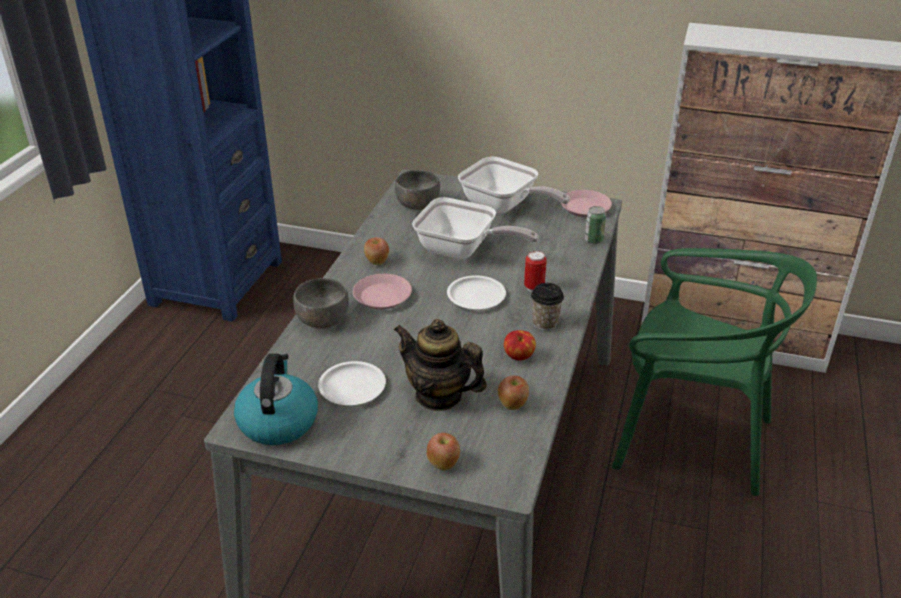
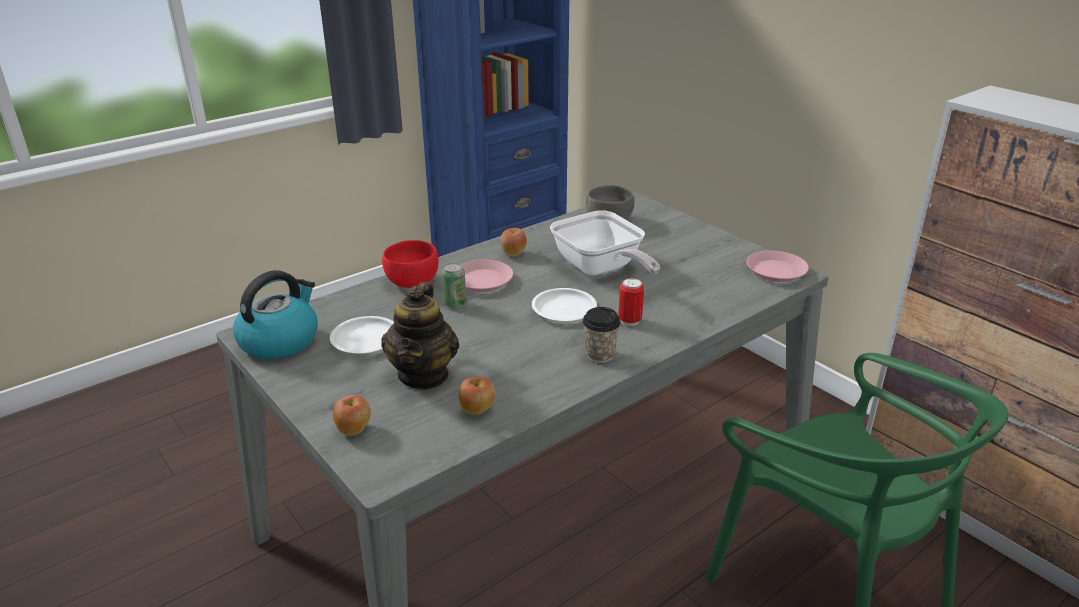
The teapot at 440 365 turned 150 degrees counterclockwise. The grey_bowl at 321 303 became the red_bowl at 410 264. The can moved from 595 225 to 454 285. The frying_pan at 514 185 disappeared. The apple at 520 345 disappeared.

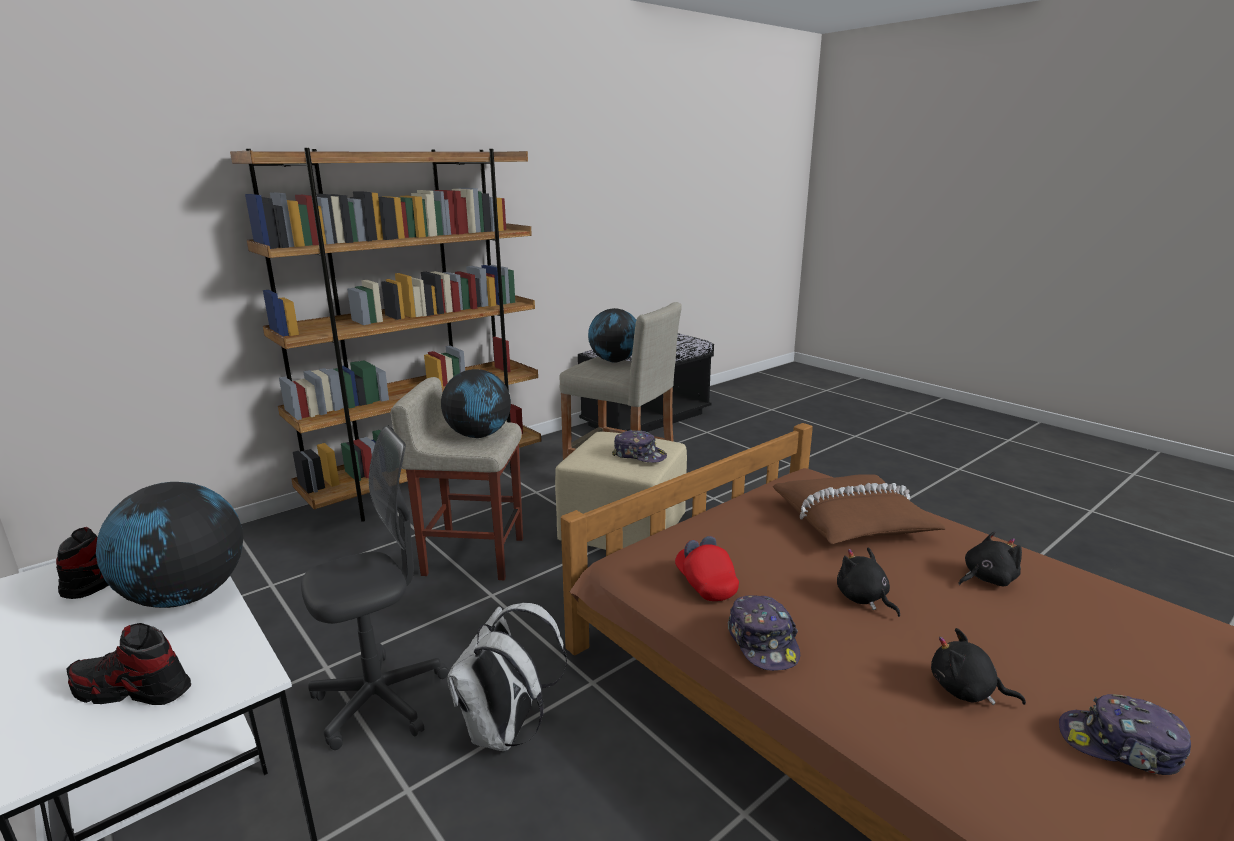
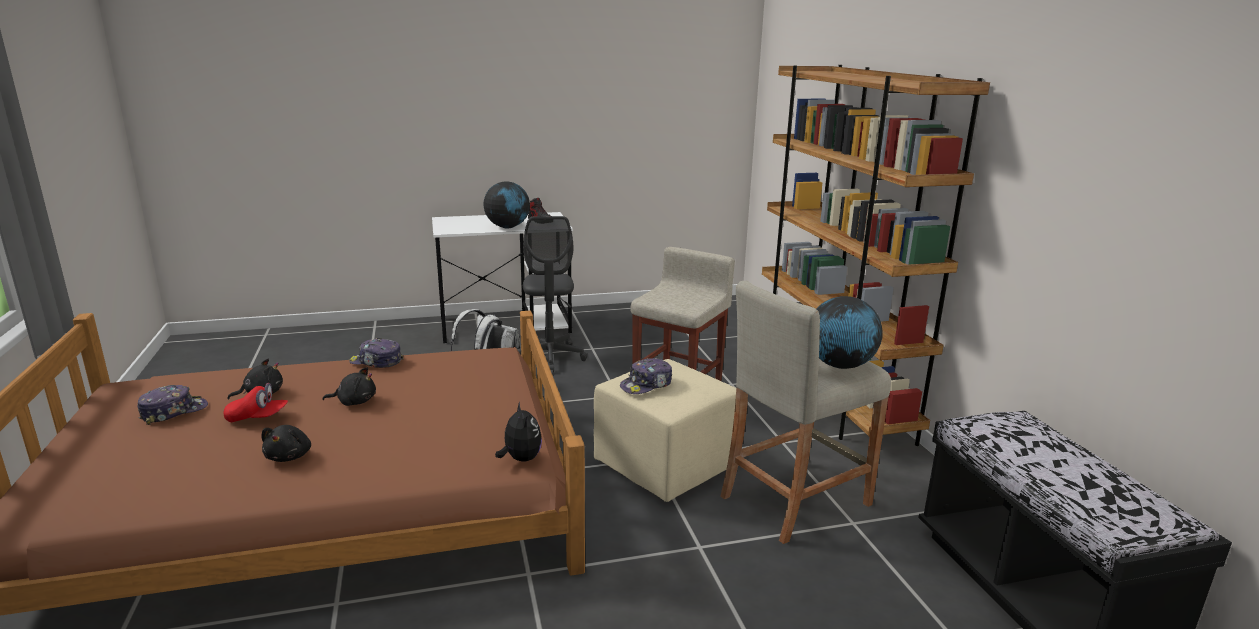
The red_cap moved from 707 568 to 256 402. The plush_toy at 518 432 appeared. The shoe at 129 664 disappeared. The globe at 476 403 disappeared. The brown_pillow at 859 509 disappeared.

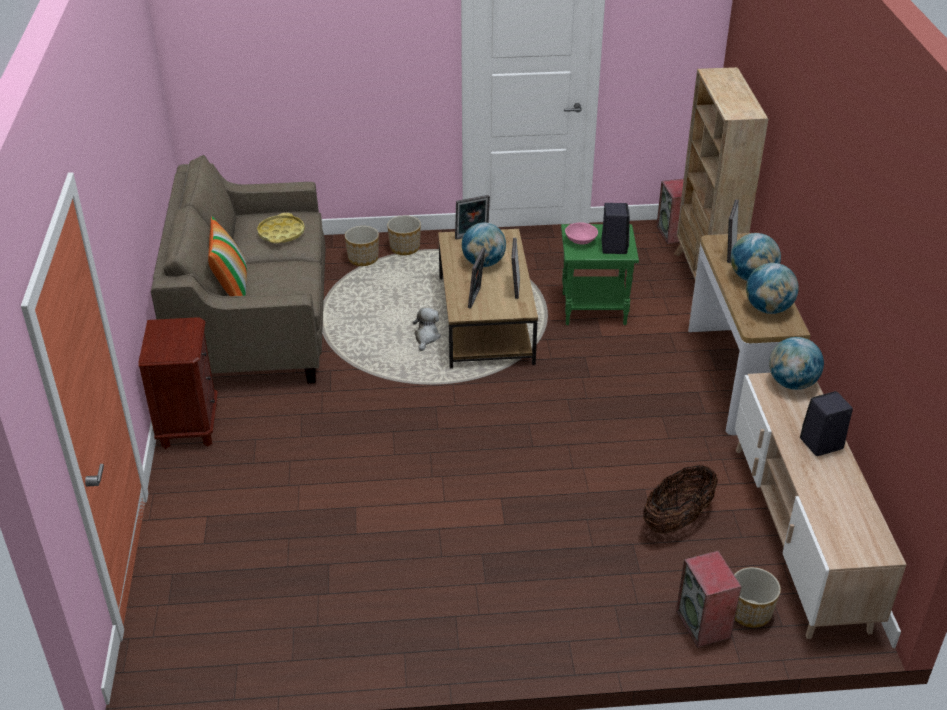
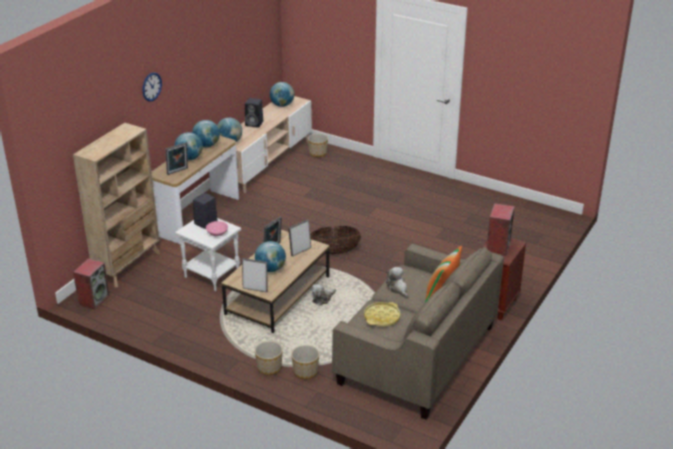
The wall_clock at 152 86 appeared. The green_side_table at 600 274 became the white_side_table at 208 254. The globe at 282 94 appeared. The basket moved from 680 499 to 335 240. The plush_toy at 397 282 appeared. The speaker moved from 709 599 to 501 229.

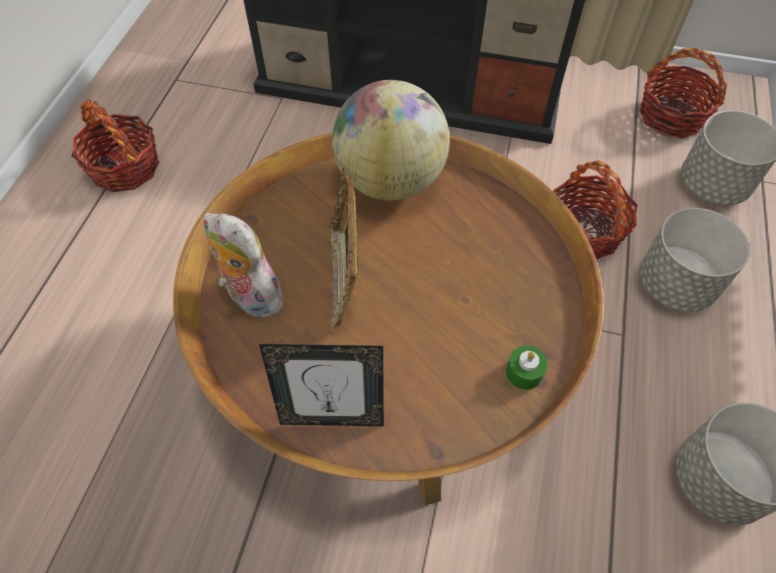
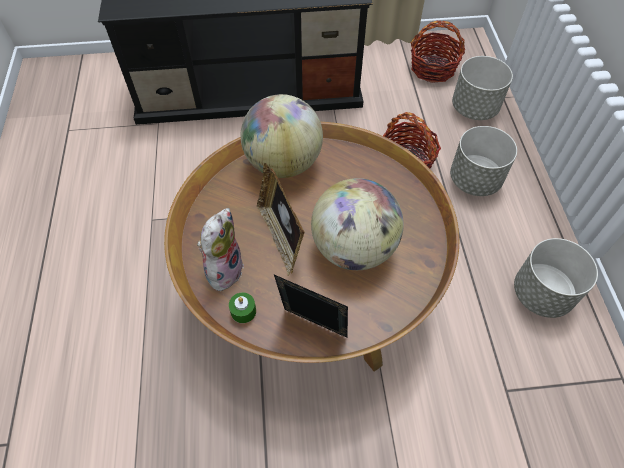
The plush_toy at 246 265 turned 90 degrees clockwise. The green_candle moved from 527 367 to 242 307. The picture_frame at 321 385 turned 135 degrees counterclockwise. The globe at 357 224 appeared. The basket at 115 145 disappeared.

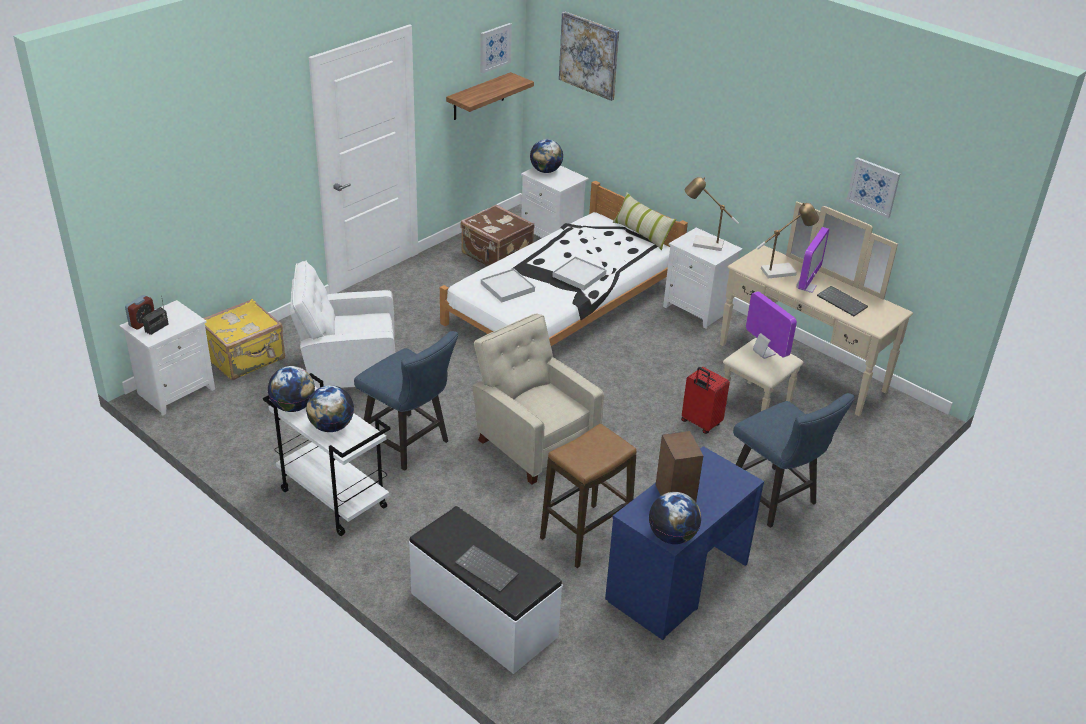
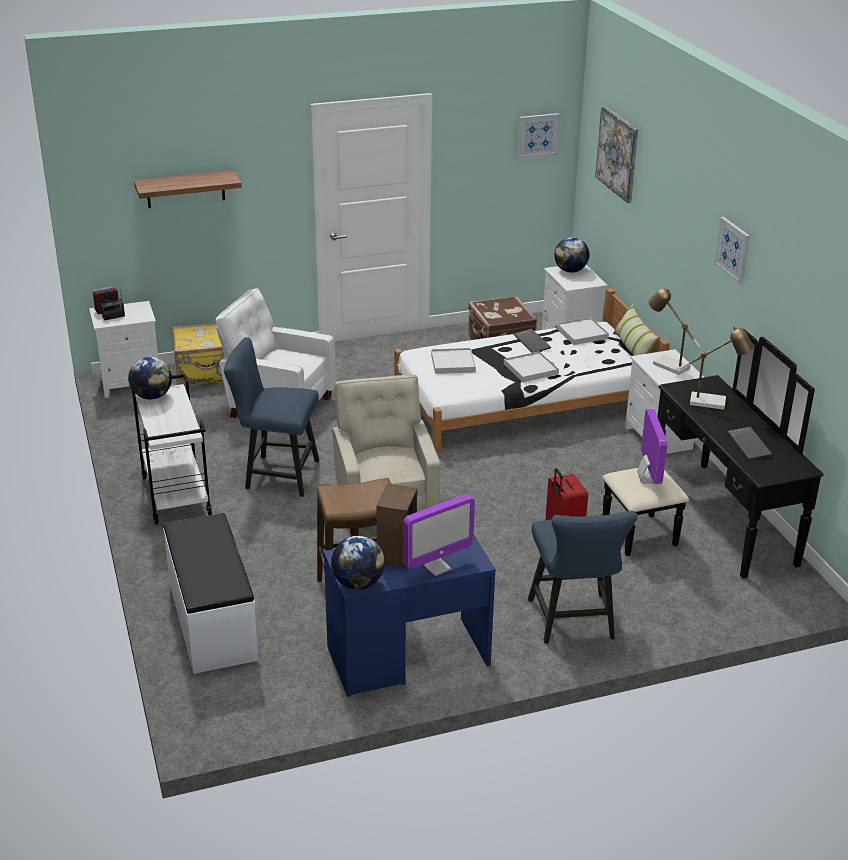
The shelf moved from 490 96 to 188 189. The blue_chair at 406 401 turned 120 degrees clockwise. The monitor moved from 812 260 to 439 535. The keyboard moved from 487 568 to 532 341. The white_tray at 582 331 appeared. The beige_dresser at 816 308 became the black_dresser at 712 454. The picture moved from 873 187 to 732 250. The globe at 330 408 disappeared.

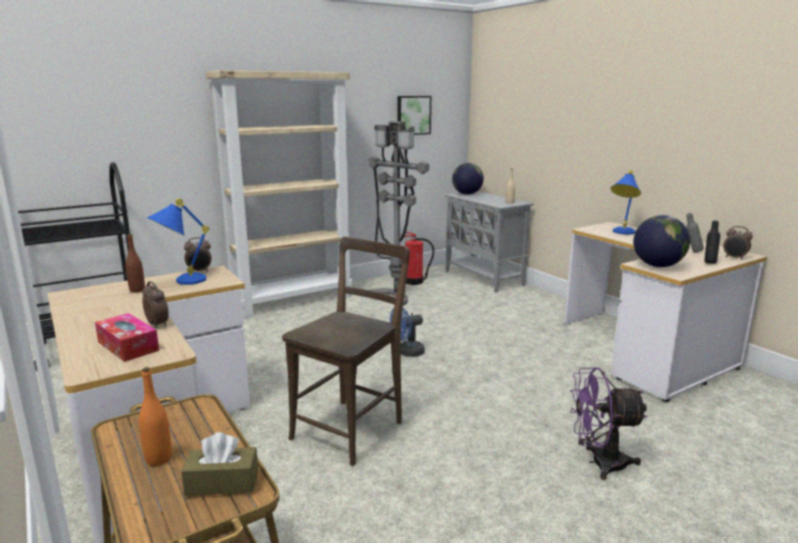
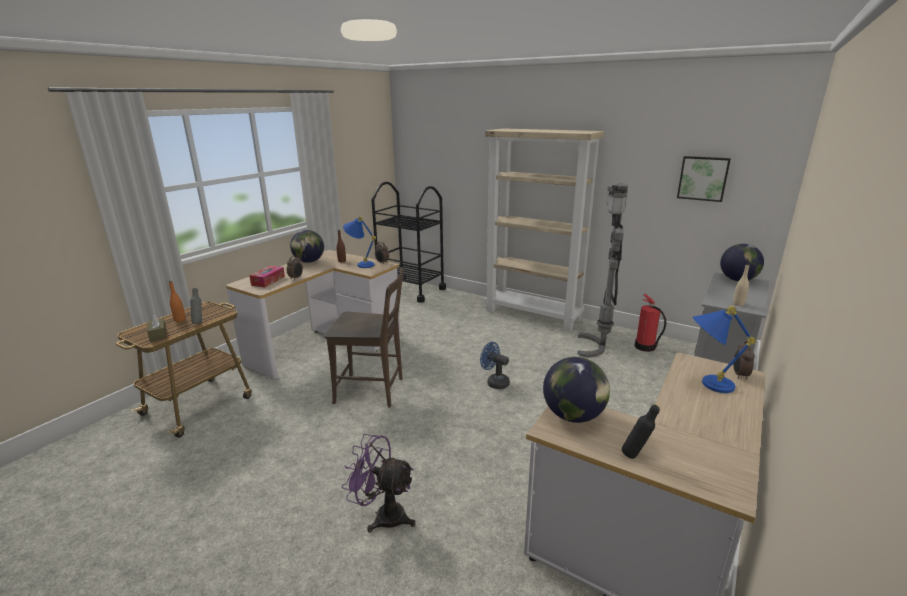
The grey_bottle moved from 695 233 to 196 306. The globe at 307 246 appeared. The purple_fan at 609 424 turned 45 degrees counterclockwise. The alarm_clock moved from 738 243 to 744 360.

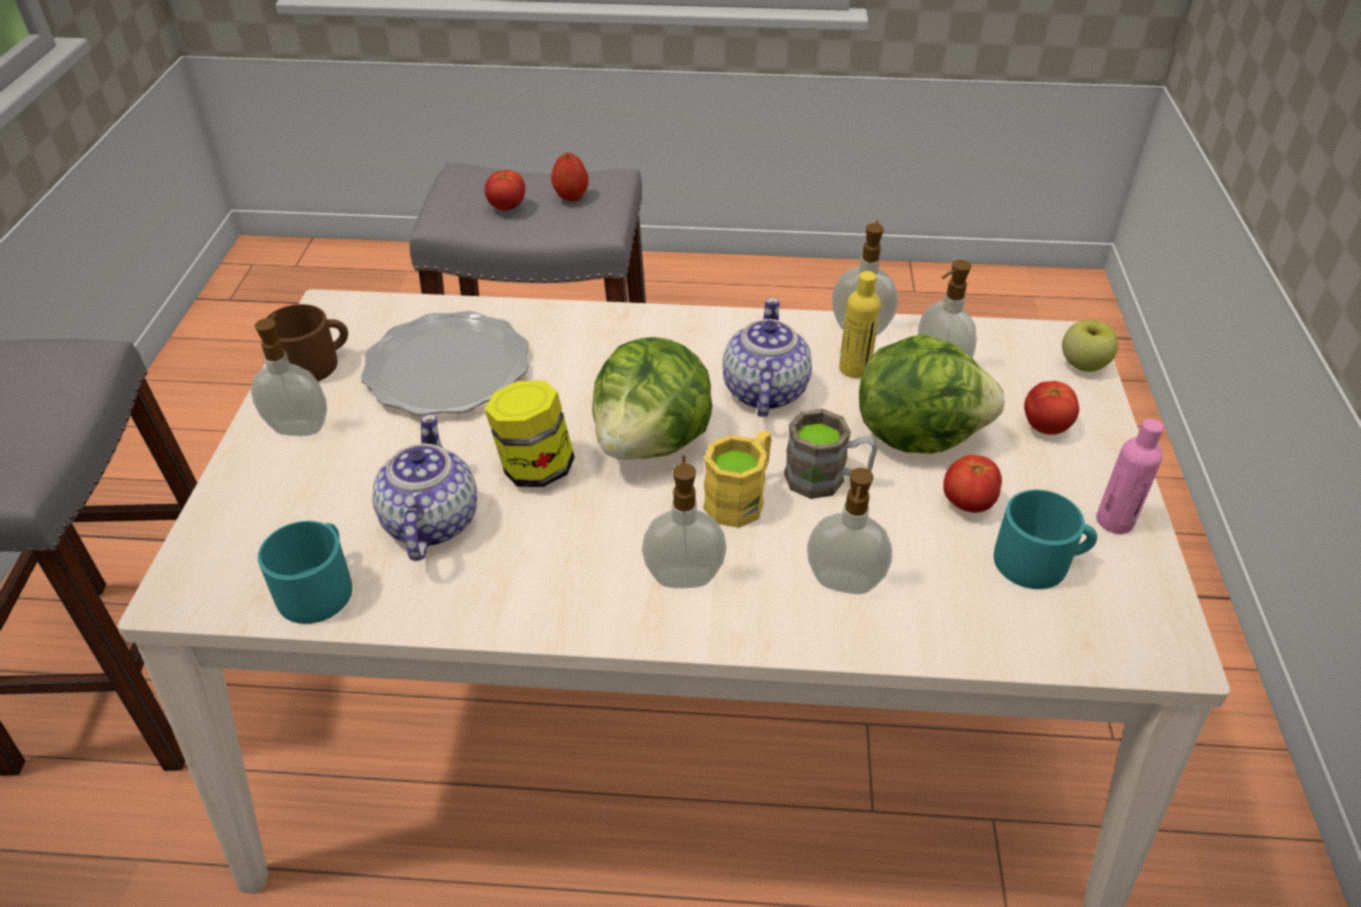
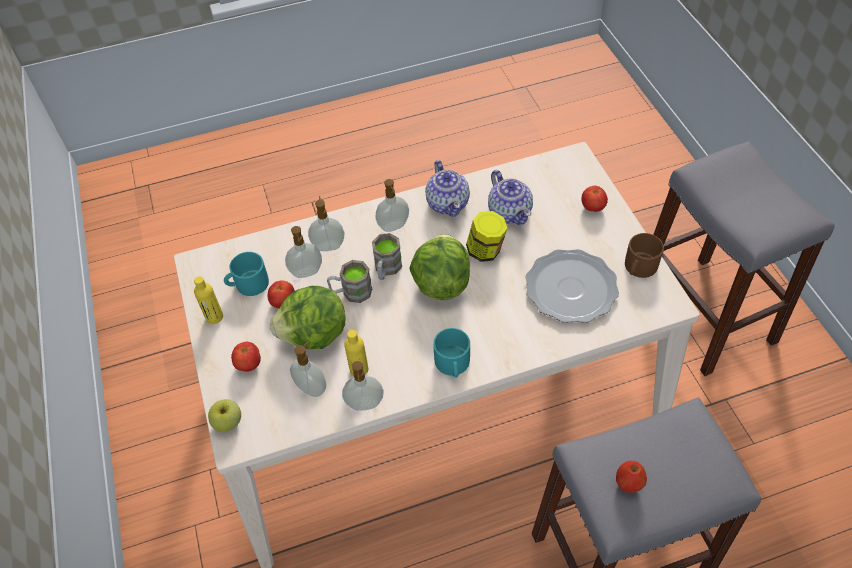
The pink_bottle at 1130 476 became the yellow_bottle at 208 300. The soap_dispenser moved from 289 375 to 303 252. The yellow_mug at 737 479 became the brown_mug at 387 256. The teapot moved from 767 357 to 447 188. The turquoise_mug moved from 305 572 to 451 353. The tomato moved from 505 190 to 594 199.

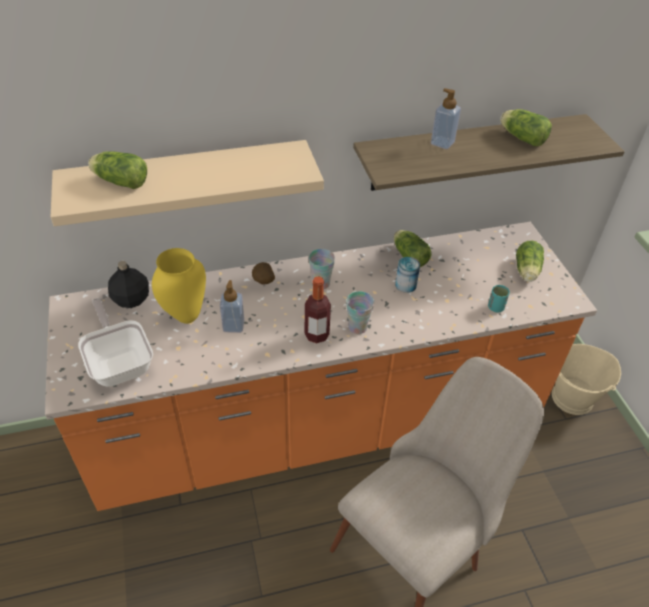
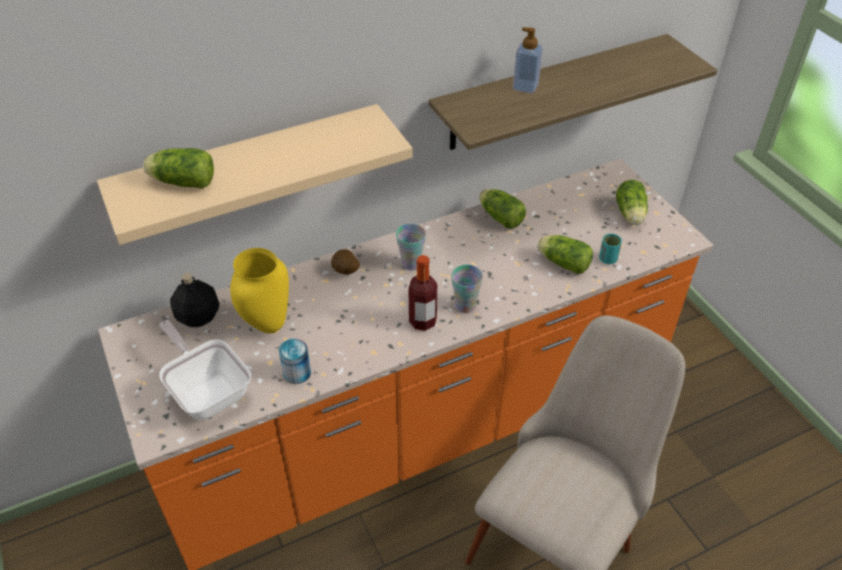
The can moved from 407 275 to 295 361. The lettuce moved from 526 127 to 565 254. The soap_dispenser at 232 306 disappeared. The beige_bucket at 586 379 disappeared.

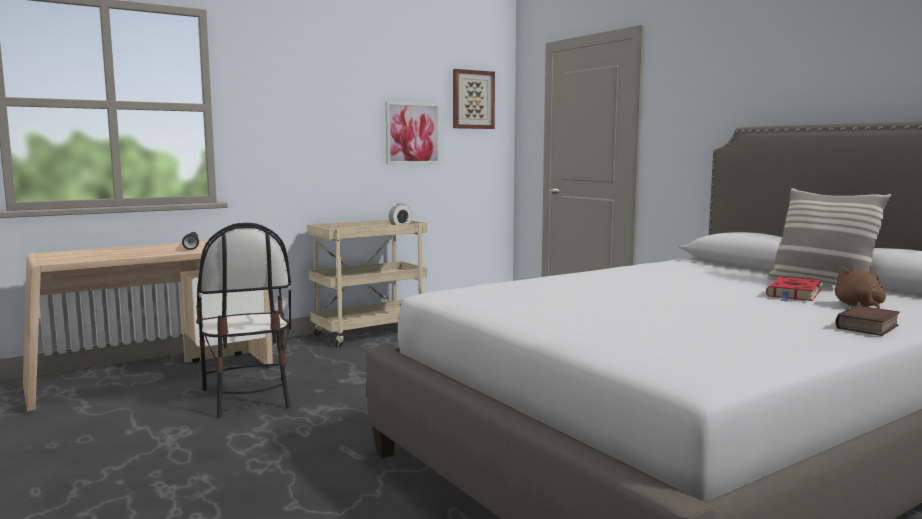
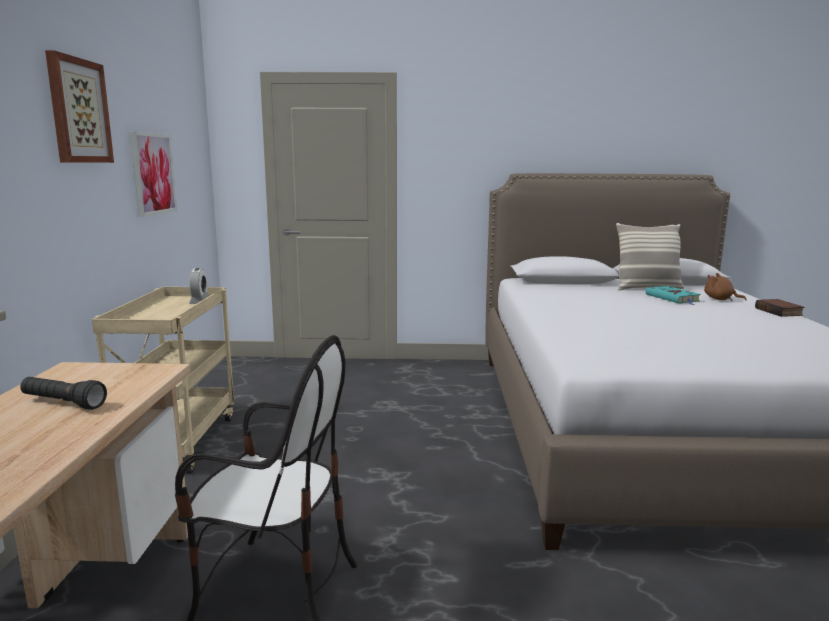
The picture moved from 474 99 to 79 106. The red_book at 793 289 became the turquoise_book at 673 295.

